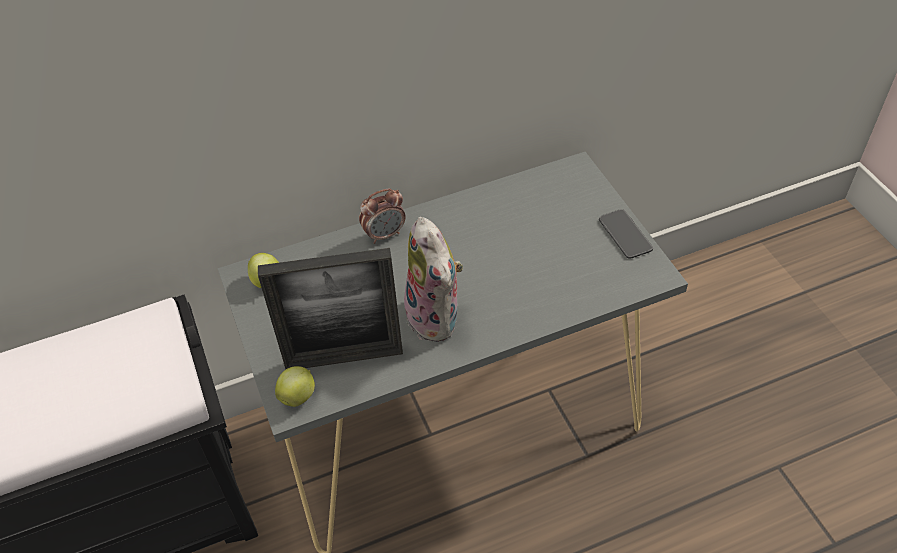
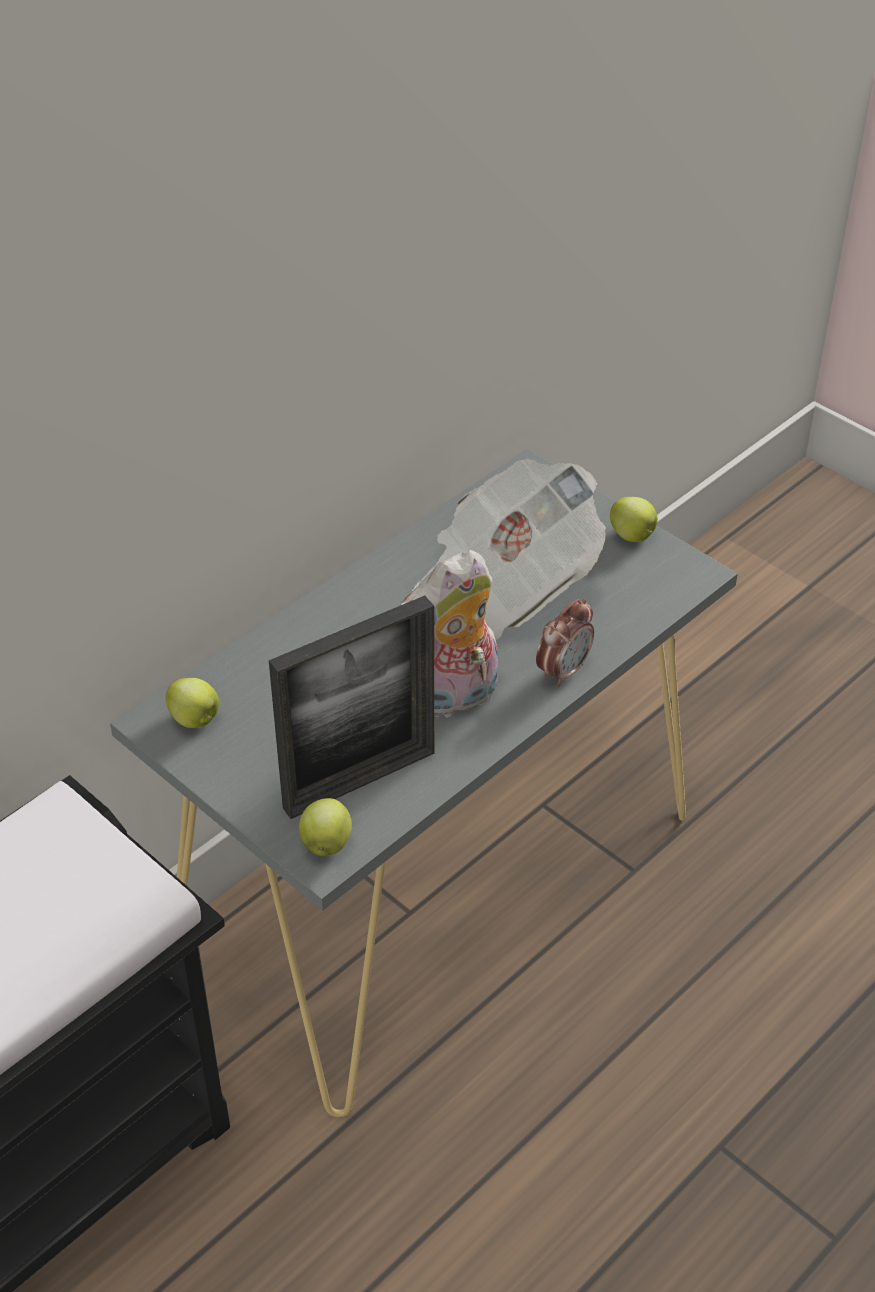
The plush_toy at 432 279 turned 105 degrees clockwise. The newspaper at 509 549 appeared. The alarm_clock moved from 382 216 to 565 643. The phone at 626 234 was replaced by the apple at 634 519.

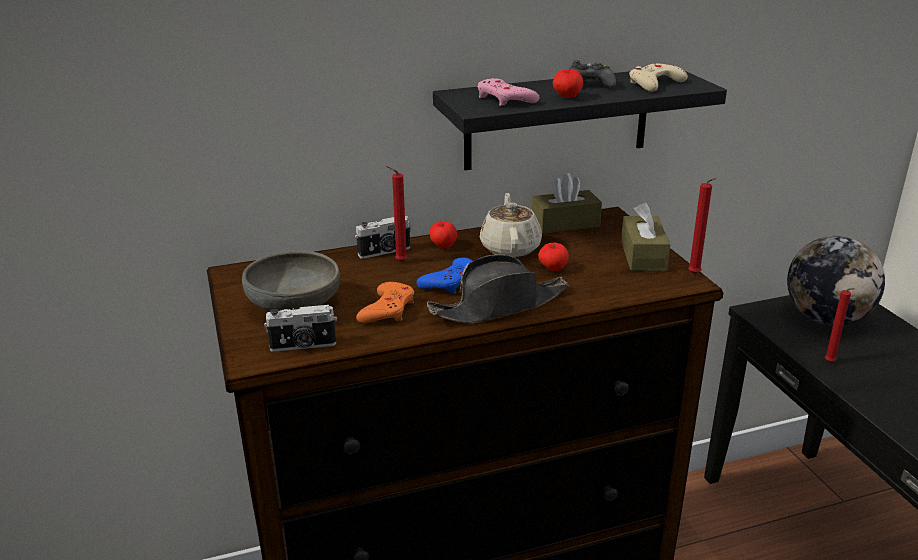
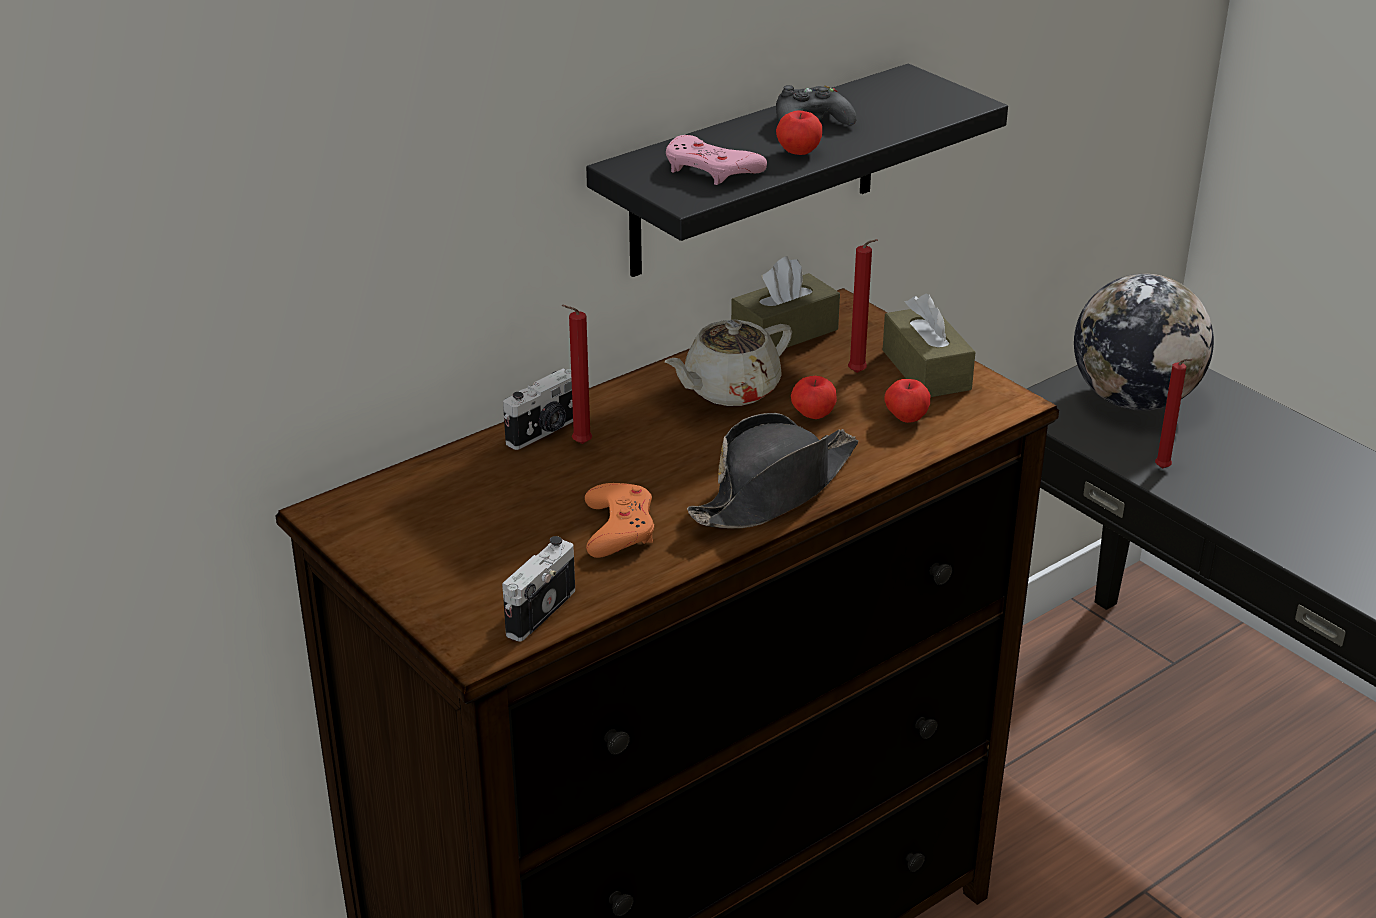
The photo_camera at 300 328 turned 150 degrees clockwise. The beige_teapot at 511 225 turned 105 degrees counterclockwise. The red_candle moved from 702 226 to 863 306. The apple moved from 443 234 to 907 401. The grey_bowl at 291 281 disappeared. The blue_game_controller at 444 275 disappeared. The beige_game_controller at 658 77 disappeared.

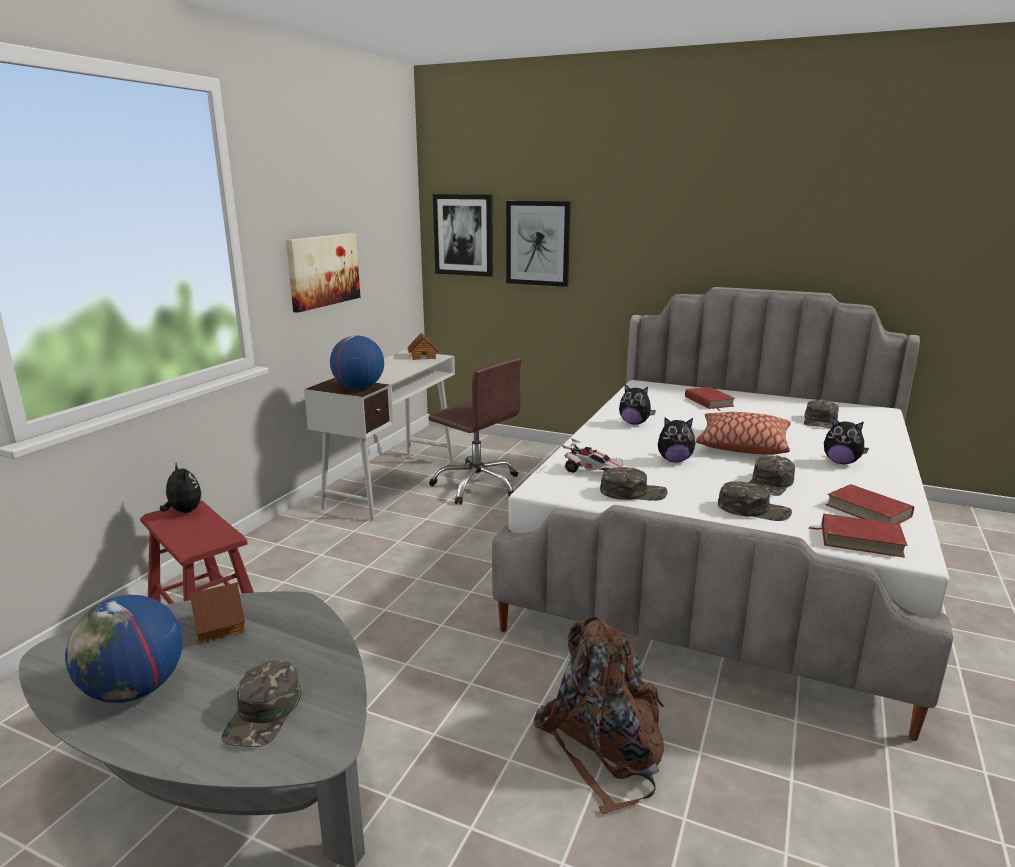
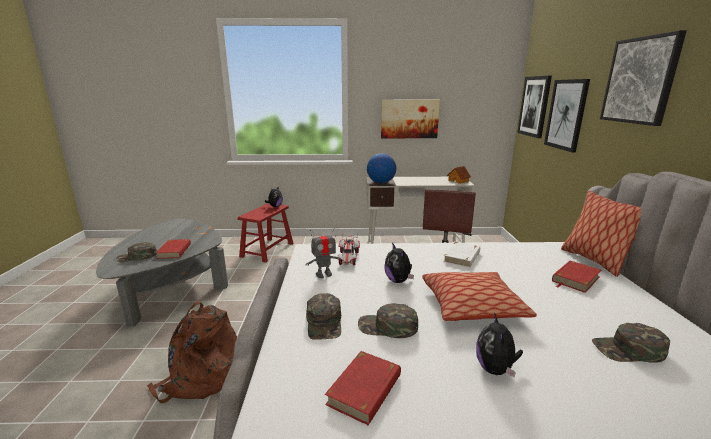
The red_book moved from 858 536 to 173 249. The green_cap at 634 484 was replaced by the toy_robot at 323 252. The plush_toy at 637 404 was replaced by the white_book at 461 254. The pillow at 601 234 appeared. The picture at 643 78 appeared. The globe at 123 649 disappeared. The toy_house at 217 613 disappeared.

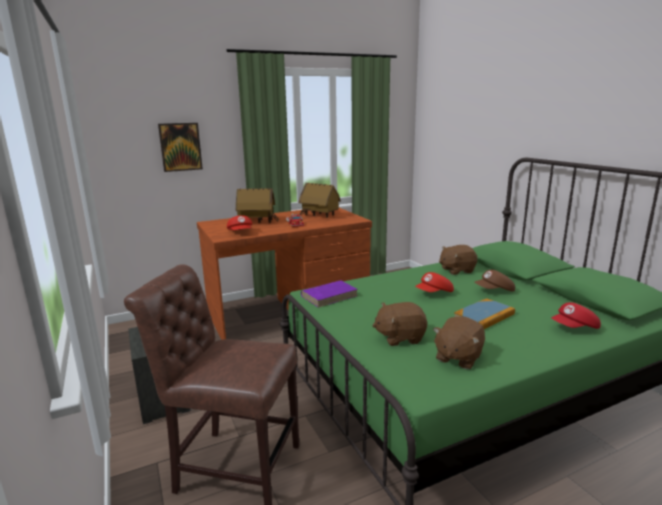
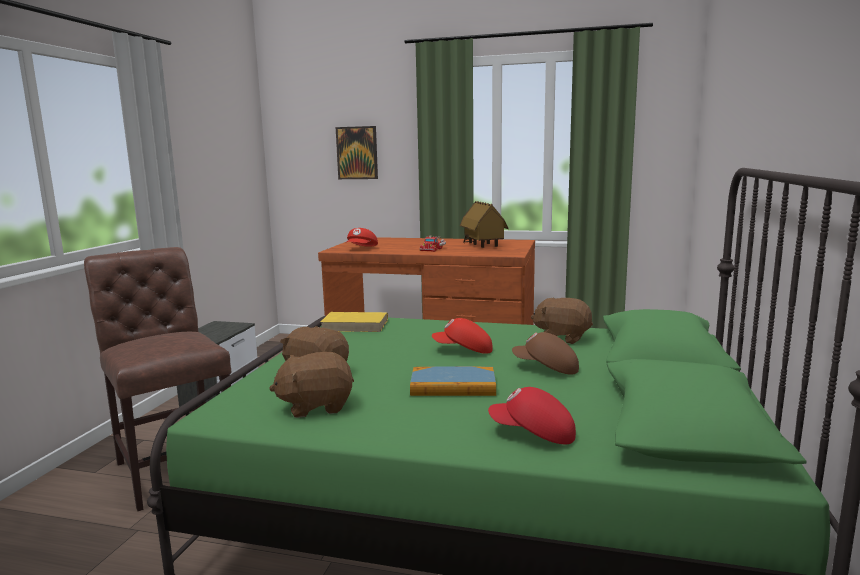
The purple_book at 329 294 became the yellow_book at 354 322. The toy_house at 257 205 disappeared.

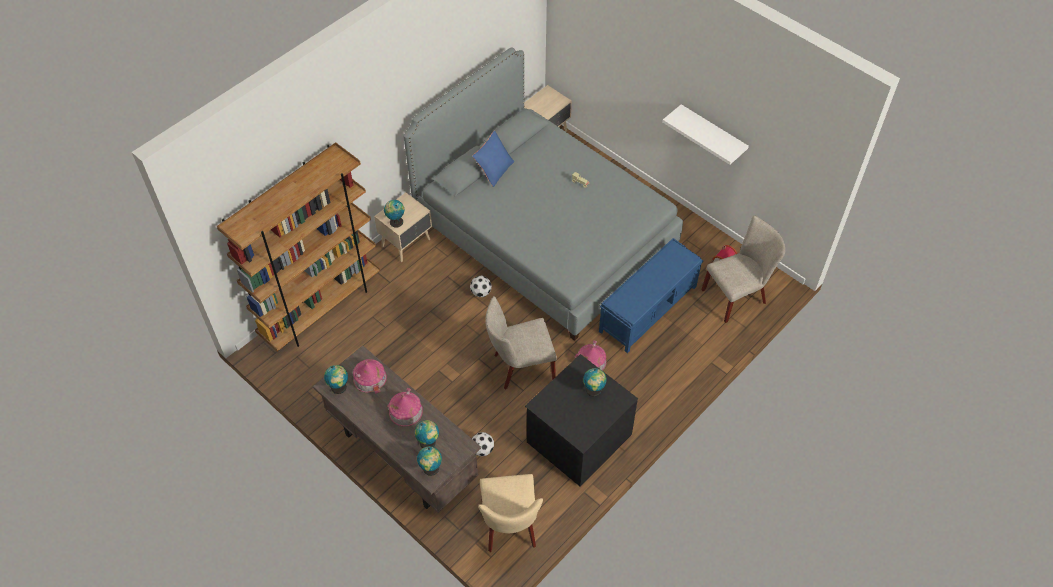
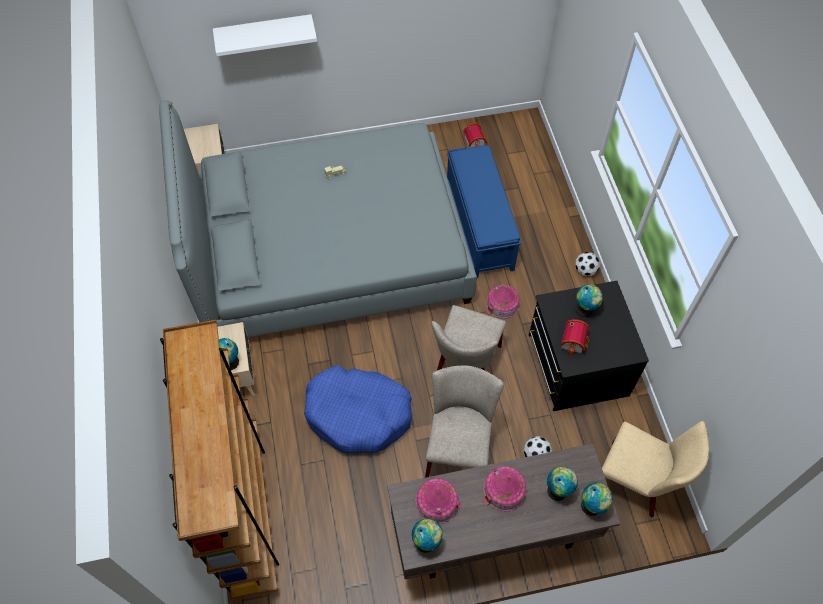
The white_shelf moved from 705 134 to 265 35. The blue_dog_bed at 358 409 appeared. The beige_chair moved from 743 269 to 464 421. The toy_house at 575 337 appeared. The football moved from 481 286 to 587 264. The blue_pillow at 494 158 disappeared.

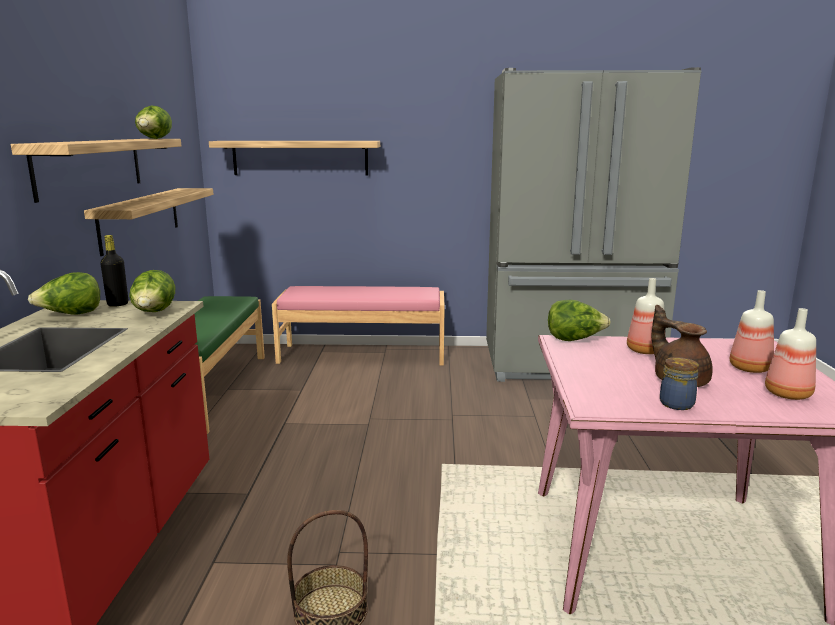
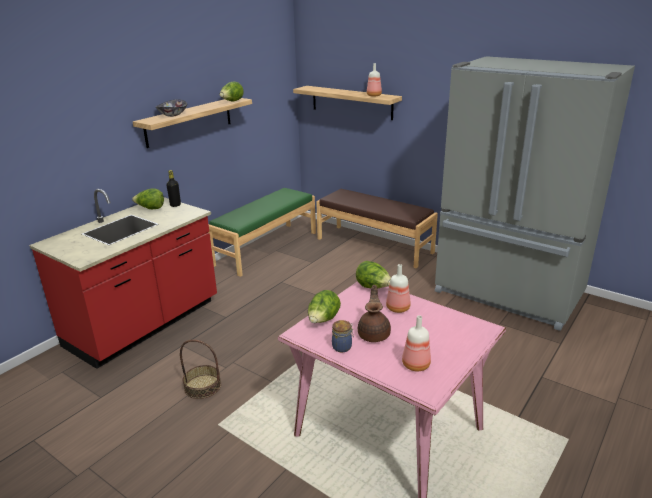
The bowl at 171 108 appeared. The lettuce moved from 152 291 to 324 306. The pink_bench at 358 325 became the brown_bench at 377 228. The bottle moved from 752 331 to 374 80. The shelf at 148 222 disappeared.

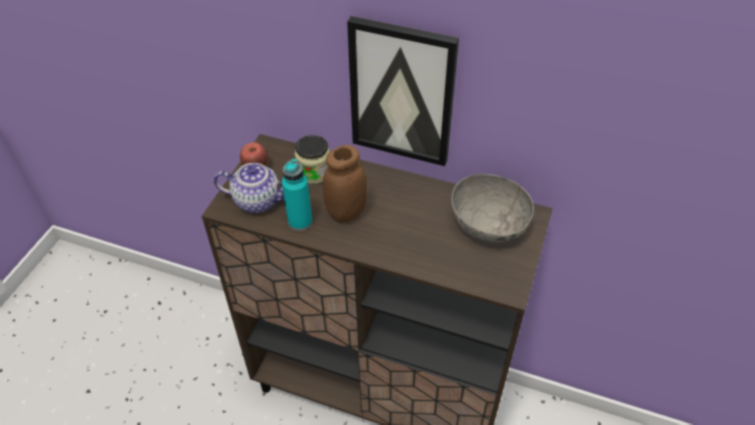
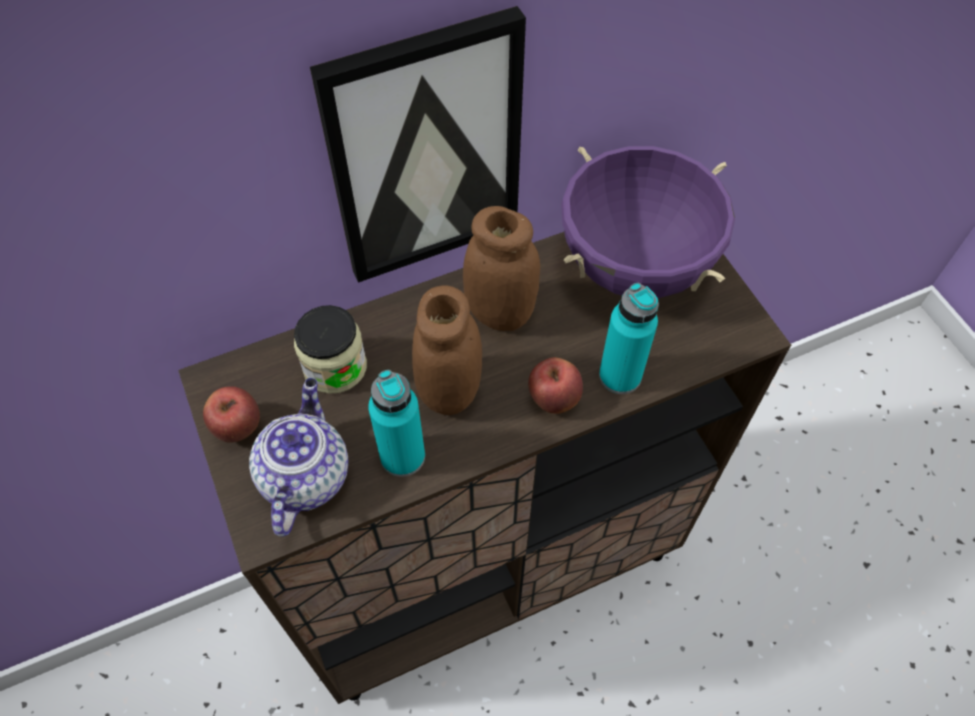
The teapot at 249 188 turned 45 degrees counterclockwise. The brown_jar at 501 268 appeared. The apple at 555 385 appeared. The grey_bowl at 492 208 was replaced by the purple_cooking_pot at 648 222. The turquoise_bottle at 629 338 appeared.

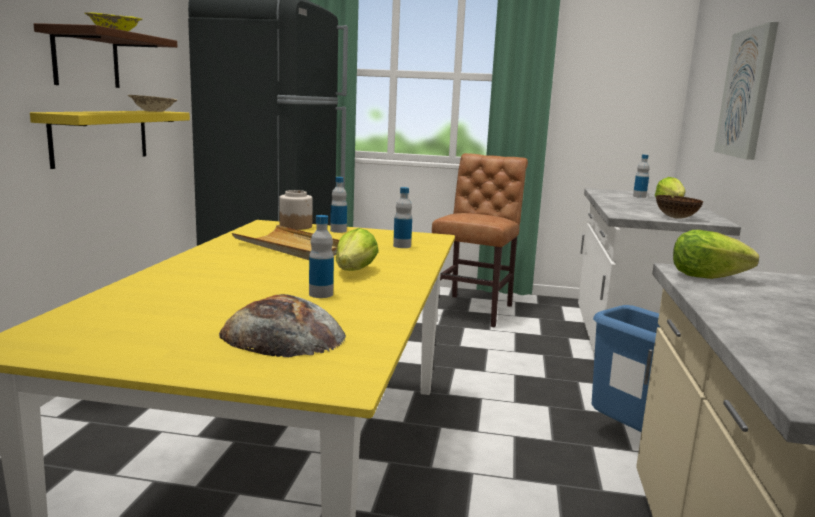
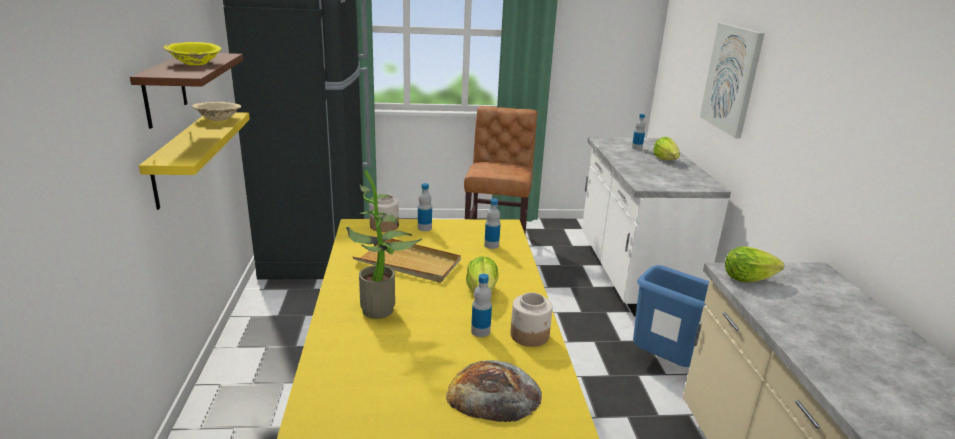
The potted_plant at 384 245 appeared. The jar at 531 319 appeared. The bowl at 679 207 disappeared.

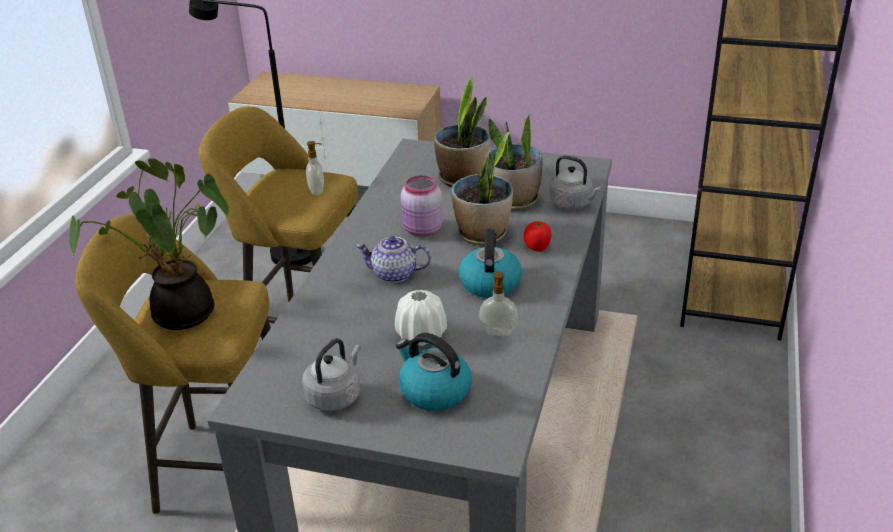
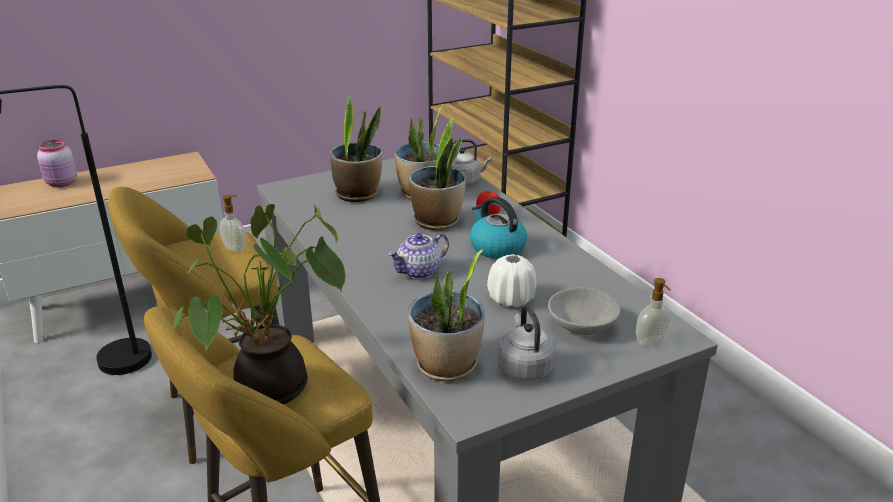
The pink_jar moved from 422 206 to 57 163. The potted_plant at 446 315 appeared. The kettle at 434 372 was replaced by the grey_bowl at 584 311. The soap_dispenser moved from 498 304 to 653 312.

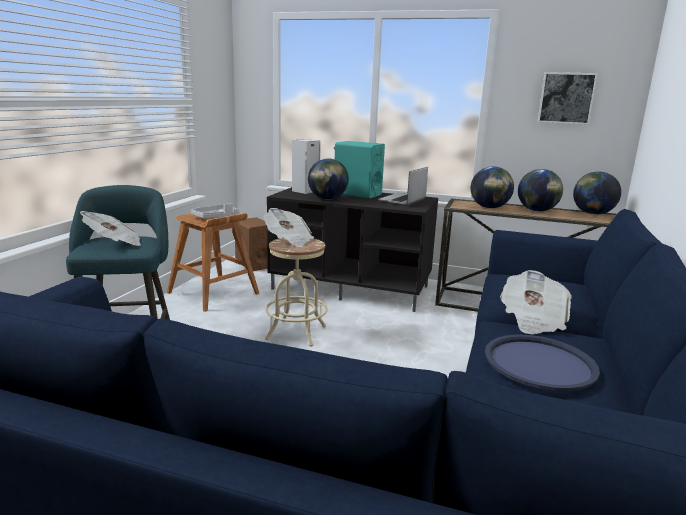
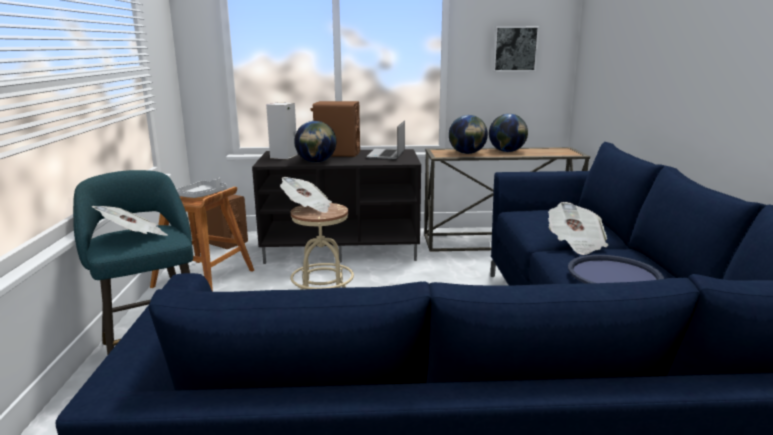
The turquoise_speaker at 359 169 became the brown_speaker at 335 129. The globe at 597 193 disappeared.

